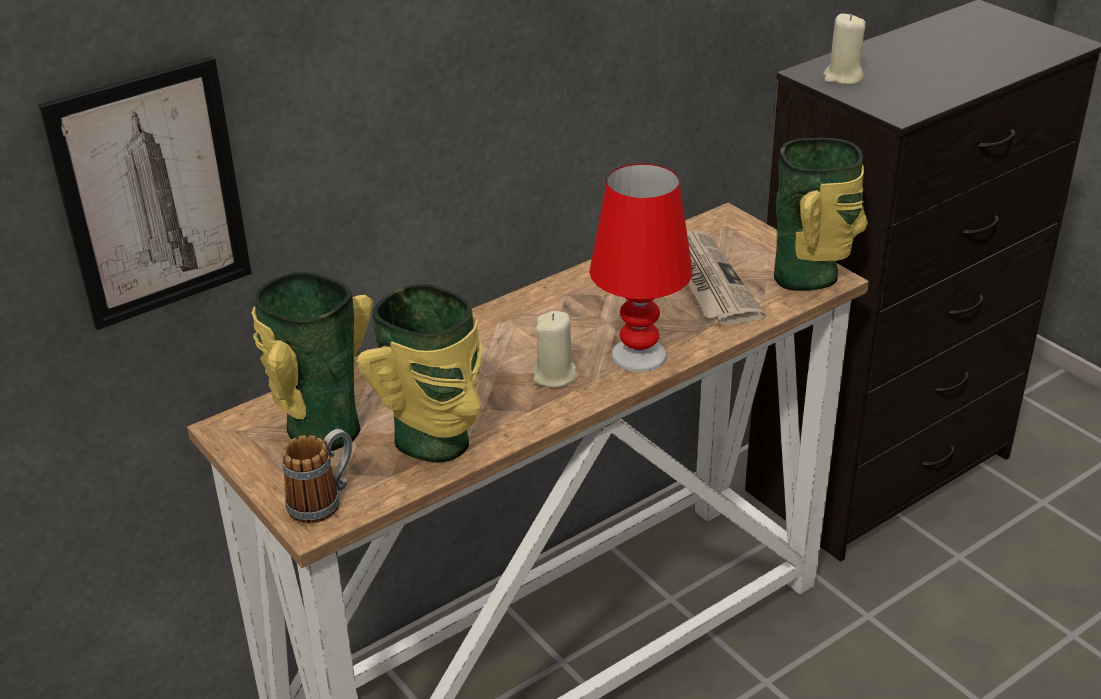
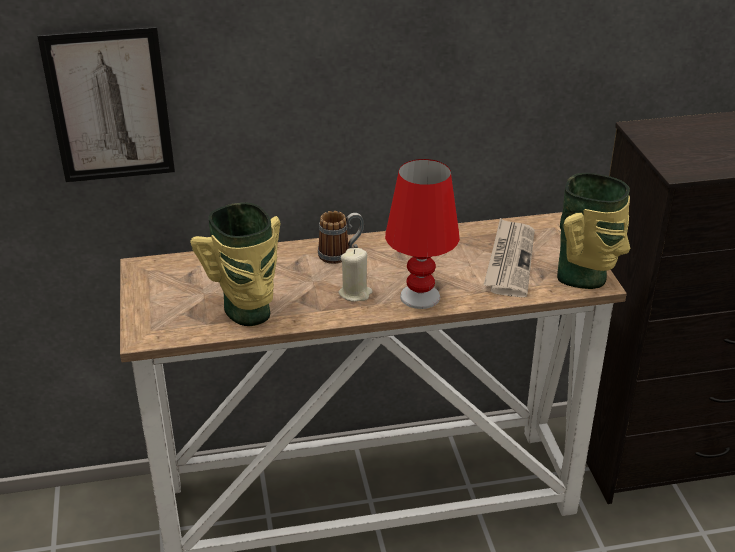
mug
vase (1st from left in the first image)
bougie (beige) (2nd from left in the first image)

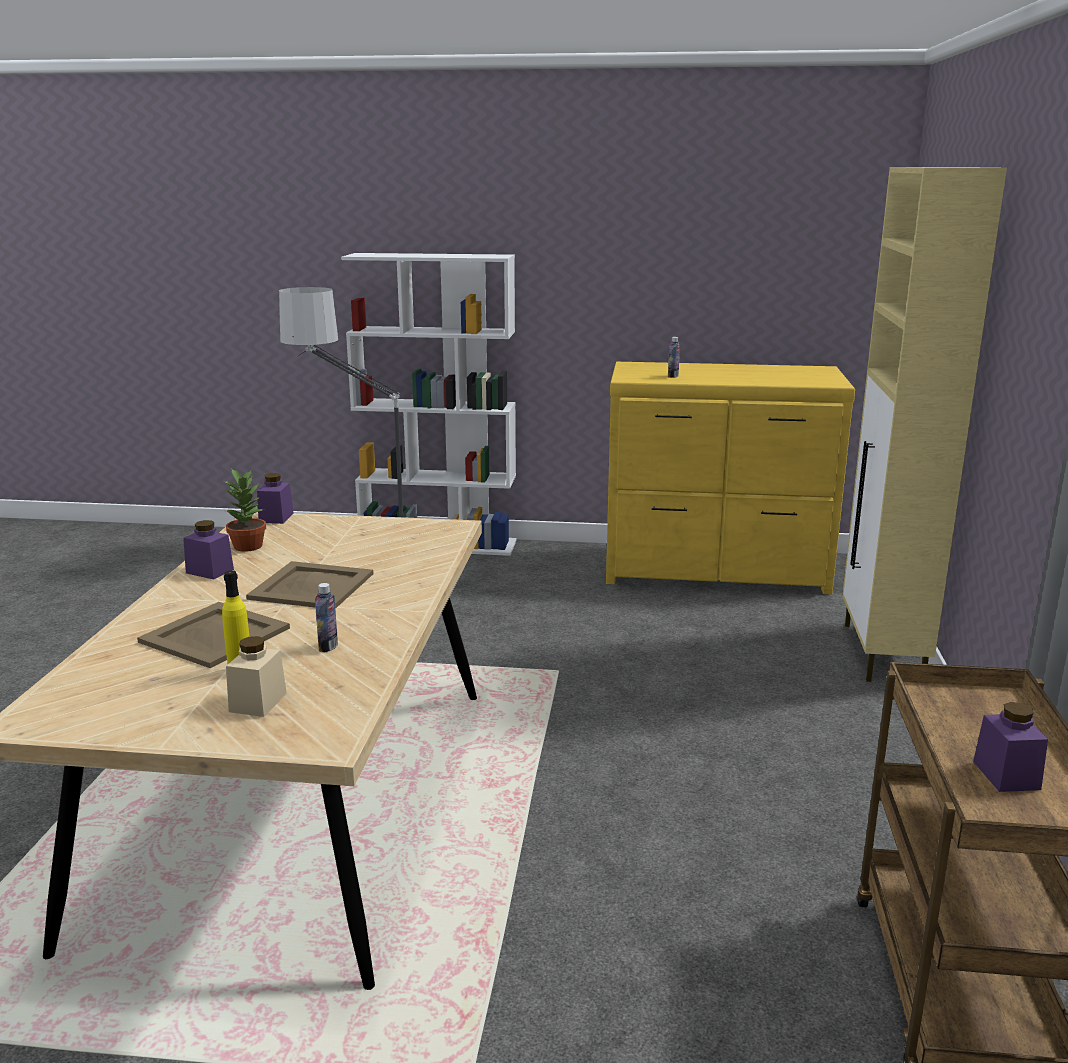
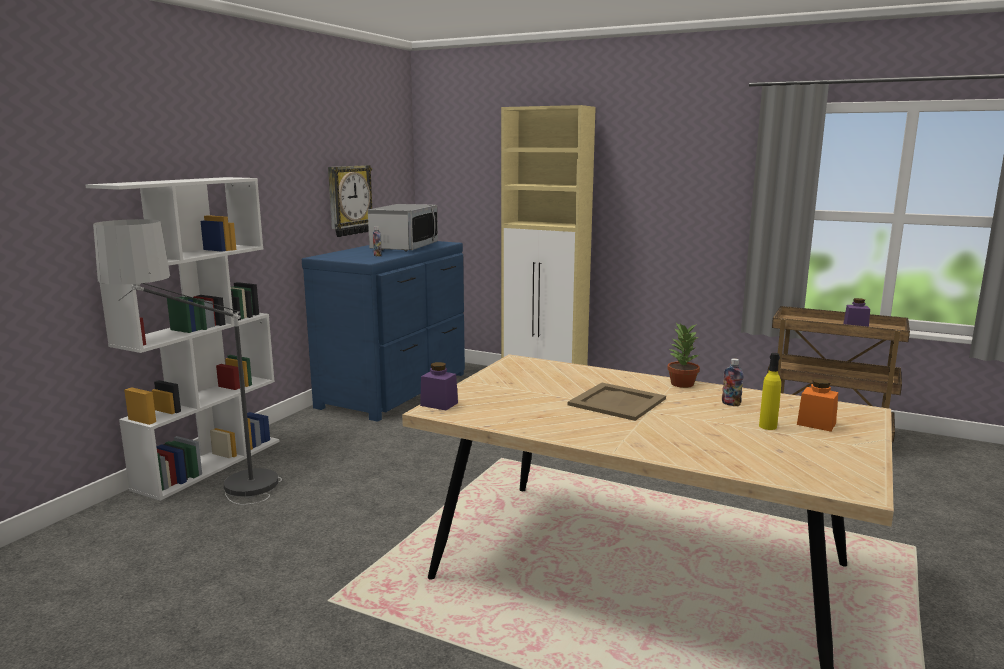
commode (bleu)
horloge murale
micro-ondes
plante en pot
bocal (orange)
plateau (beige) (1st from left in the first image)
bocal (violet) (1st from left in the first image)

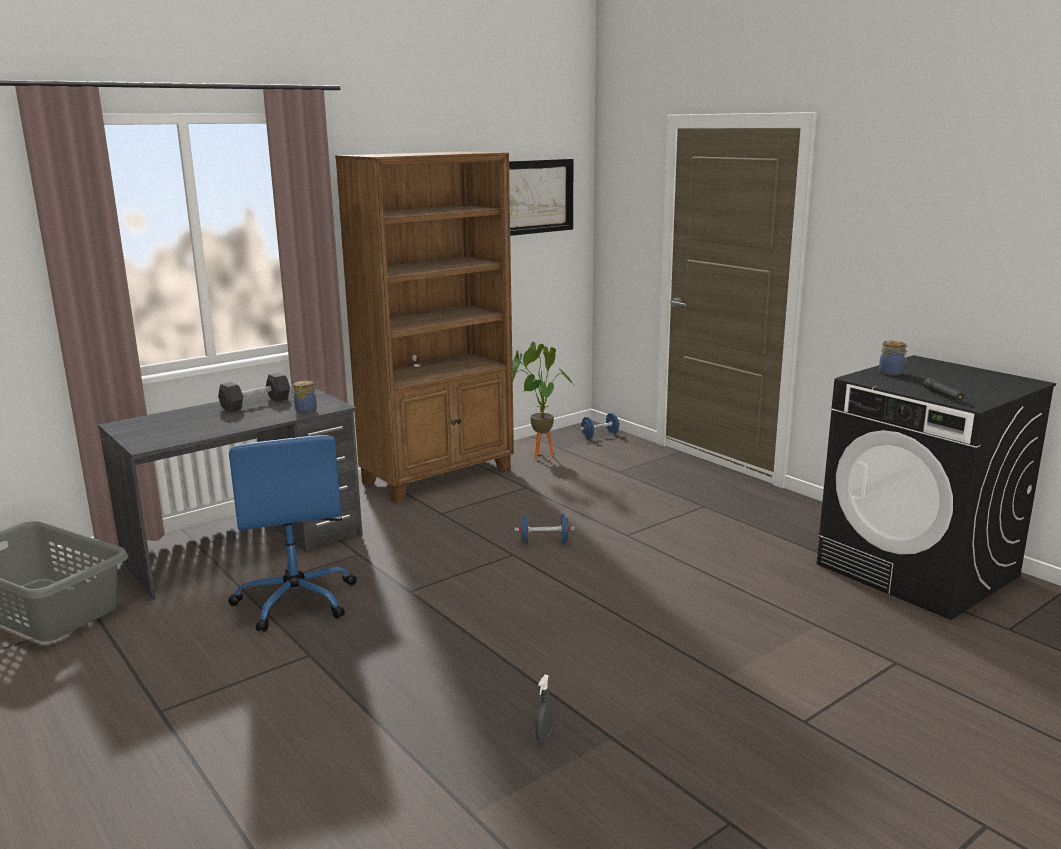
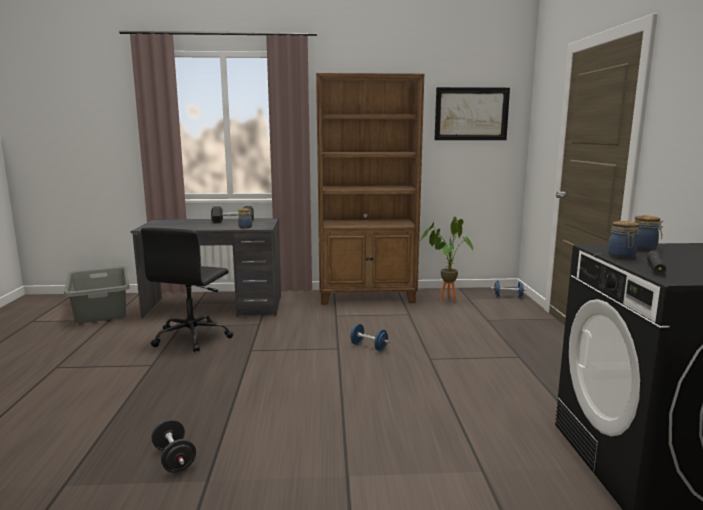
chaise de bureau (noir)
haltère (noir) (1st from left)
bocal (2nd from left)

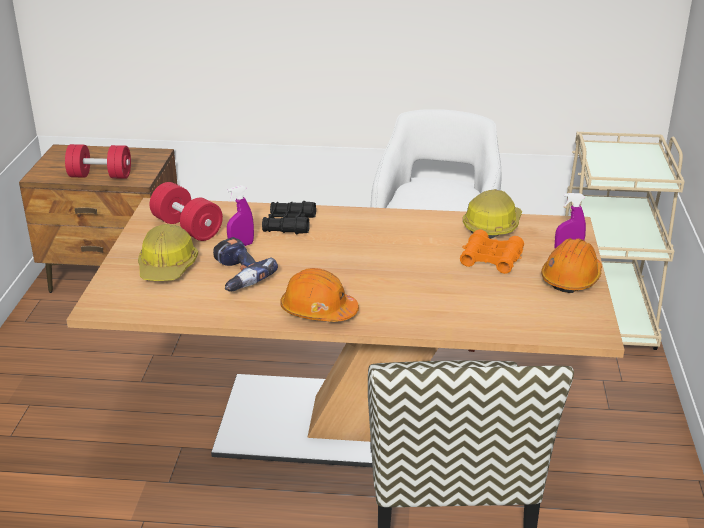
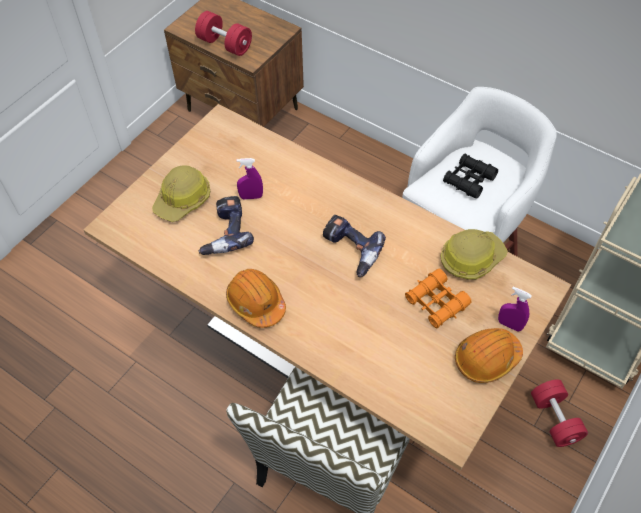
perceuse (2nd from left)
jumelles (noir)
haltère (rouge) (2nd from left)

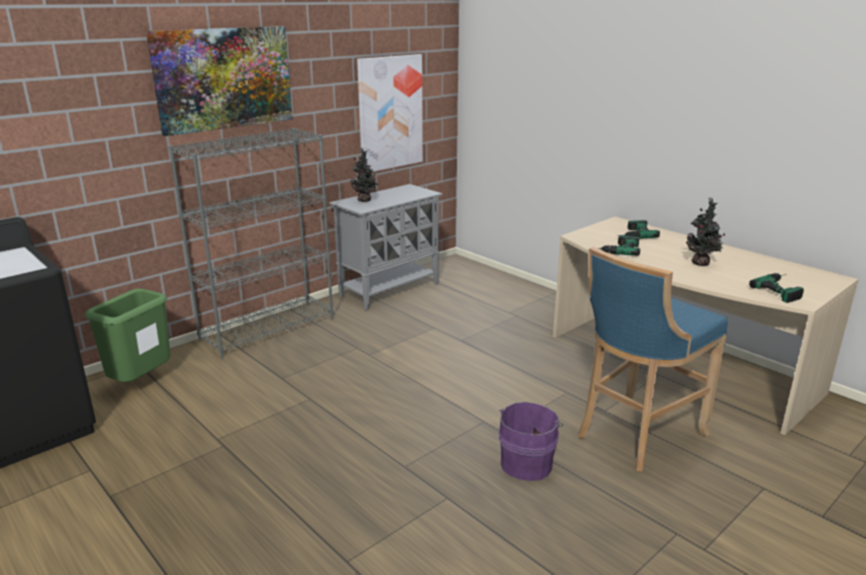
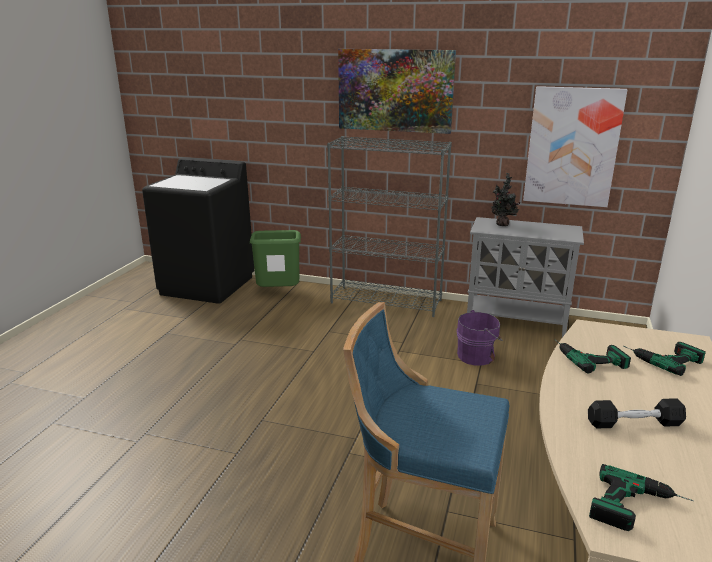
seau (violet)
haltère (noir)

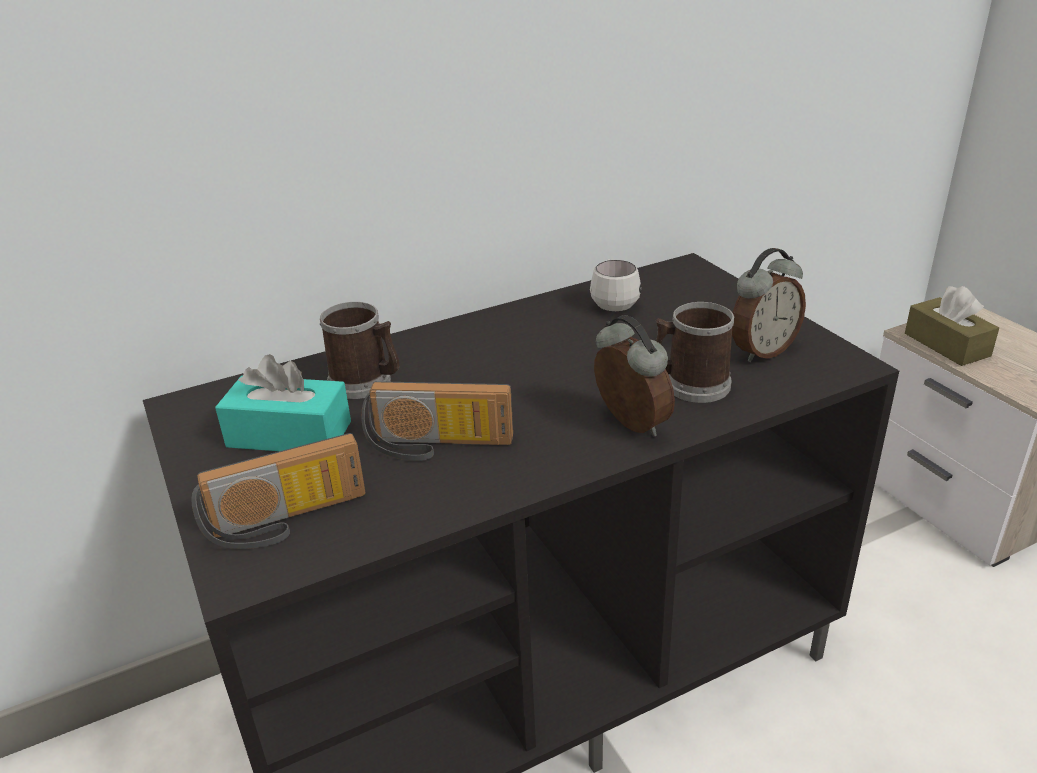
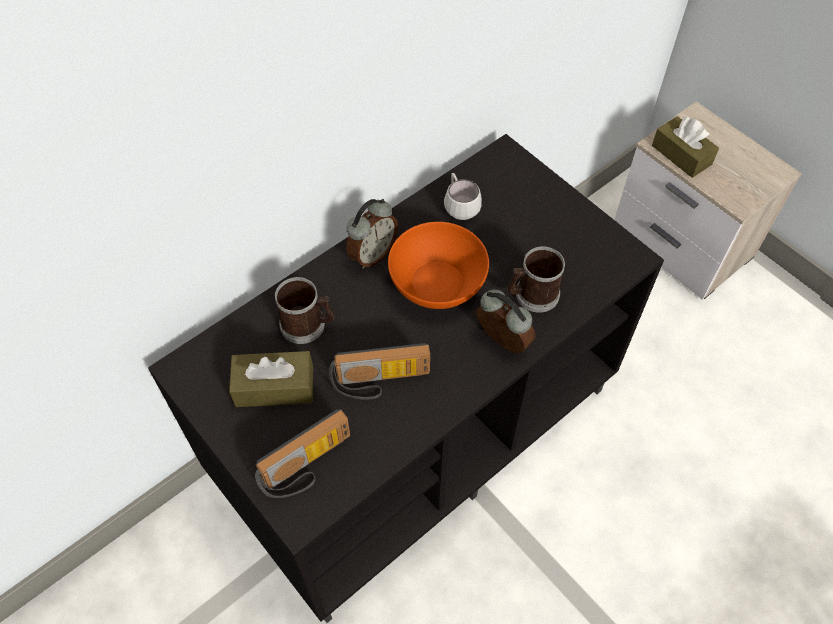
boîte à mouchoirs (marron) (1st from left)
réveil (1st from left)
bol (orange)

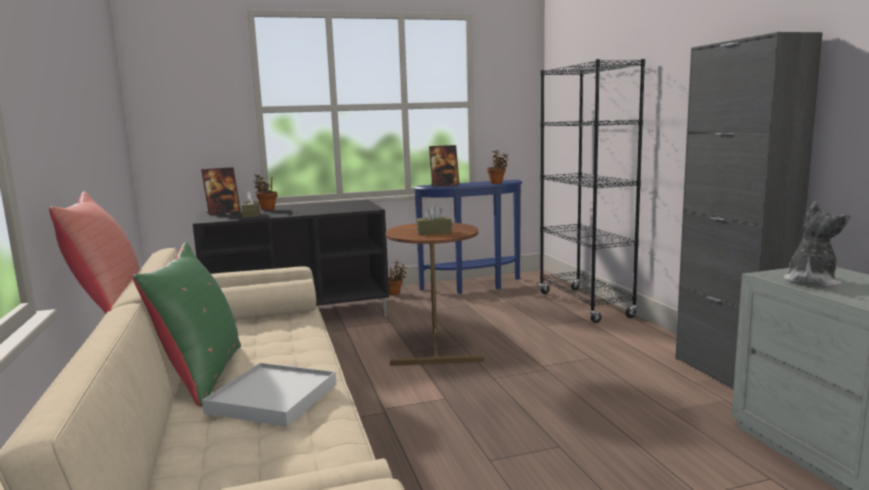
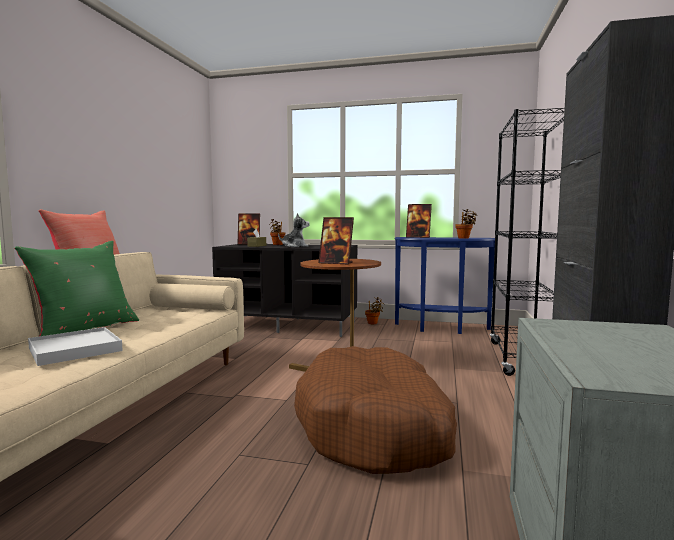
peluche
panier pour chien (marron)
cadre photo (2nd from left)

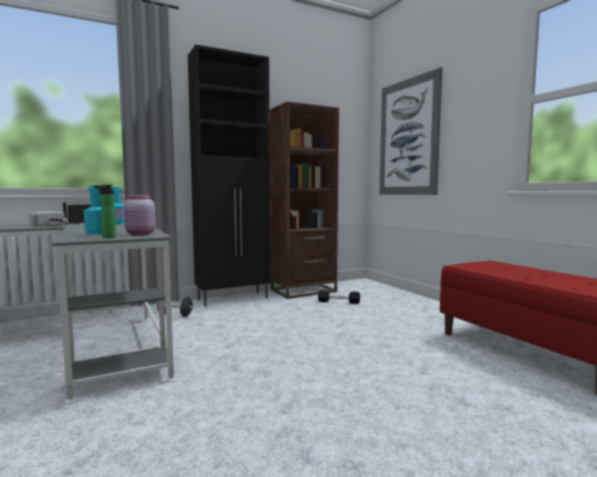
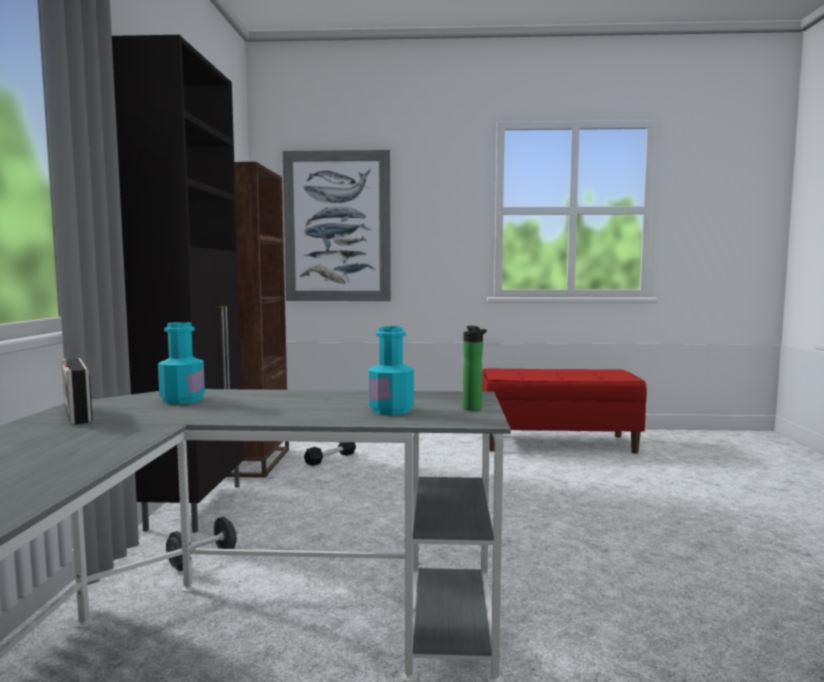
marteau
bocal (rose)

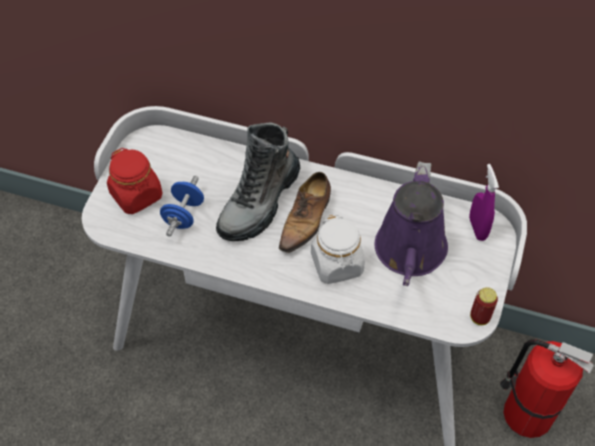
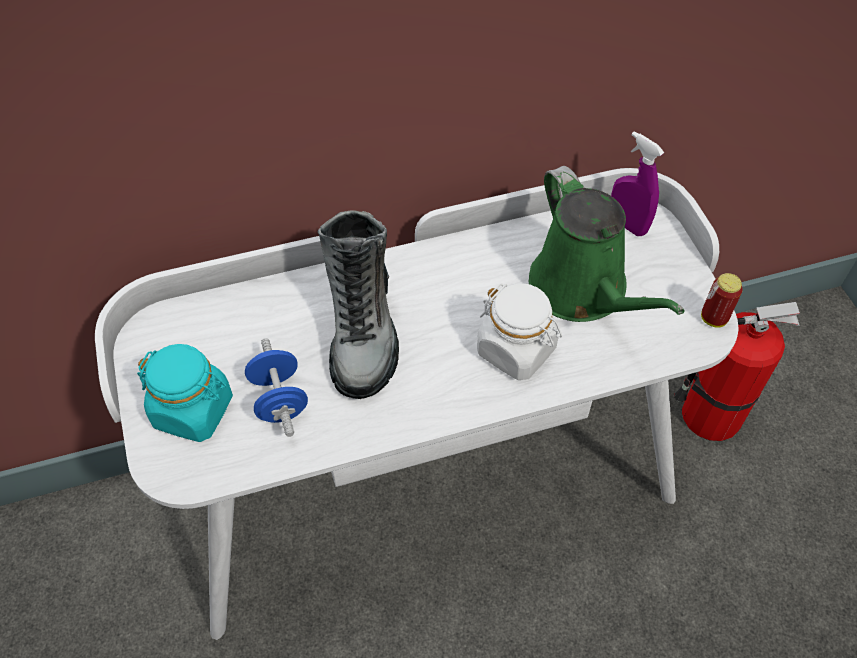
bocal (turquoise)
arrosoir (vert)
chaussure

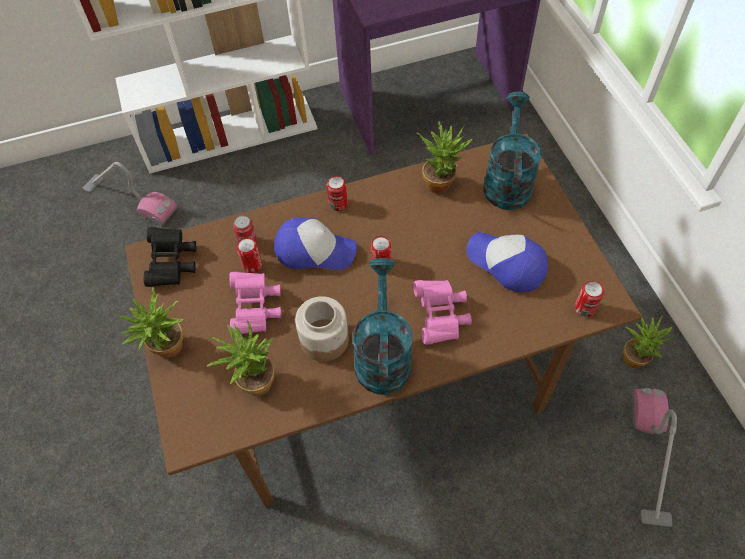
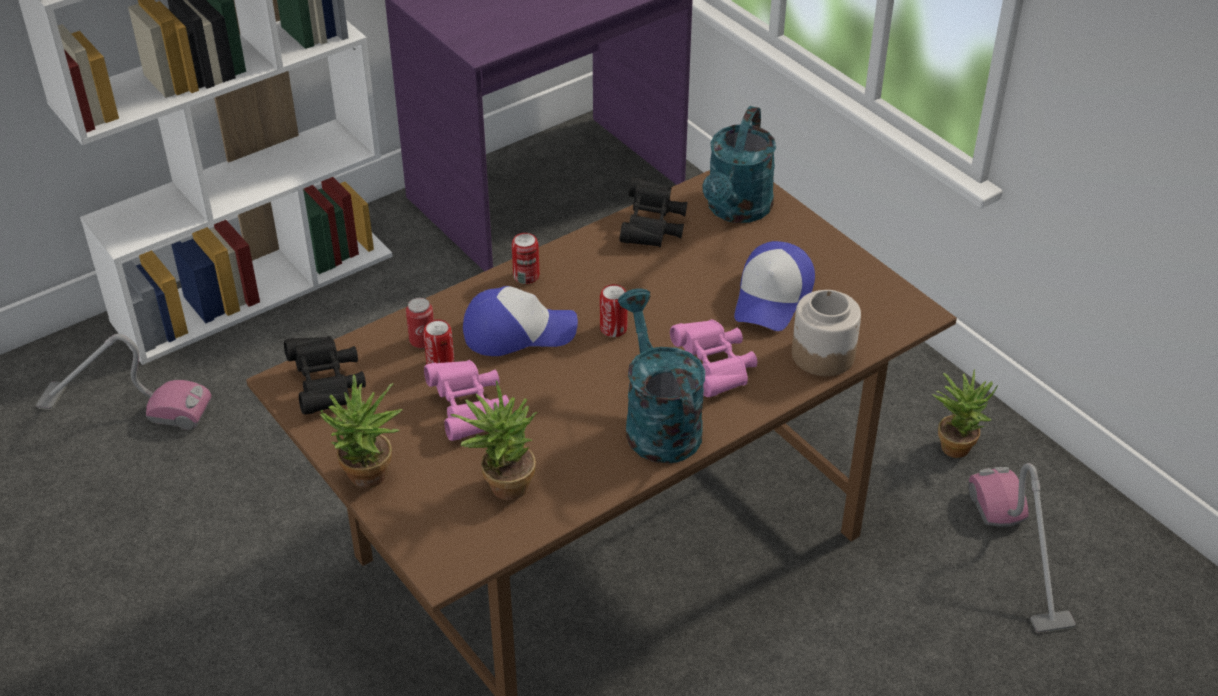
jumelles (noir) (2nd from left)
arrosoir (turquoise) (2nd from left)
casquette (2nd from left)
bocal
boîte métallique (5th from left in the first image)

